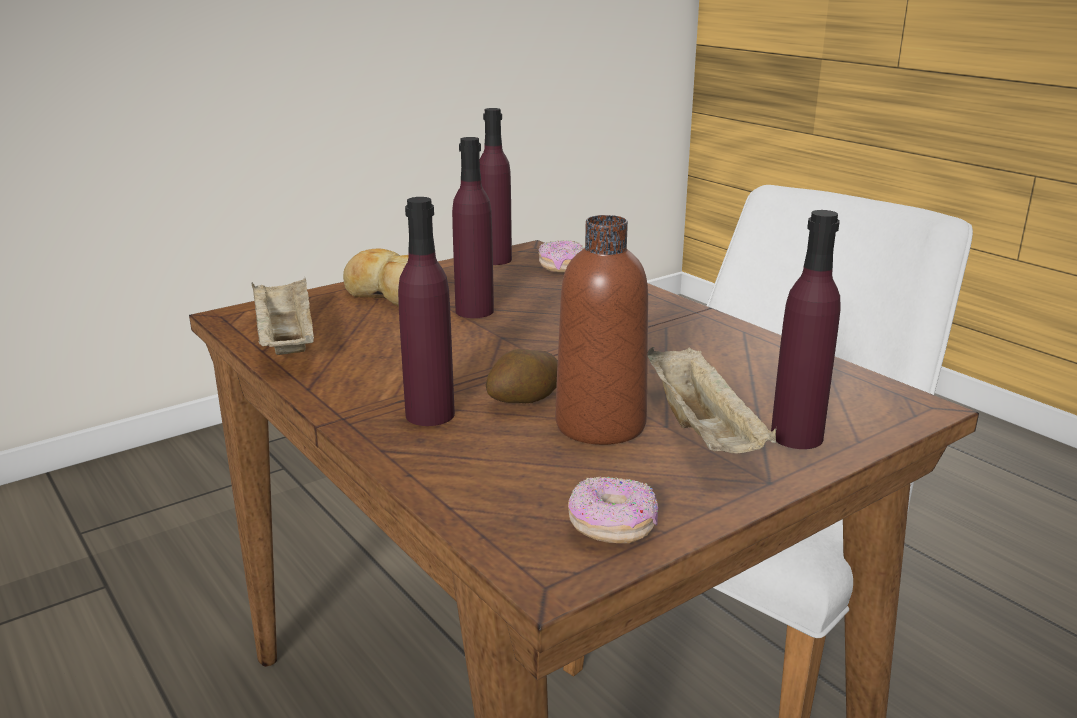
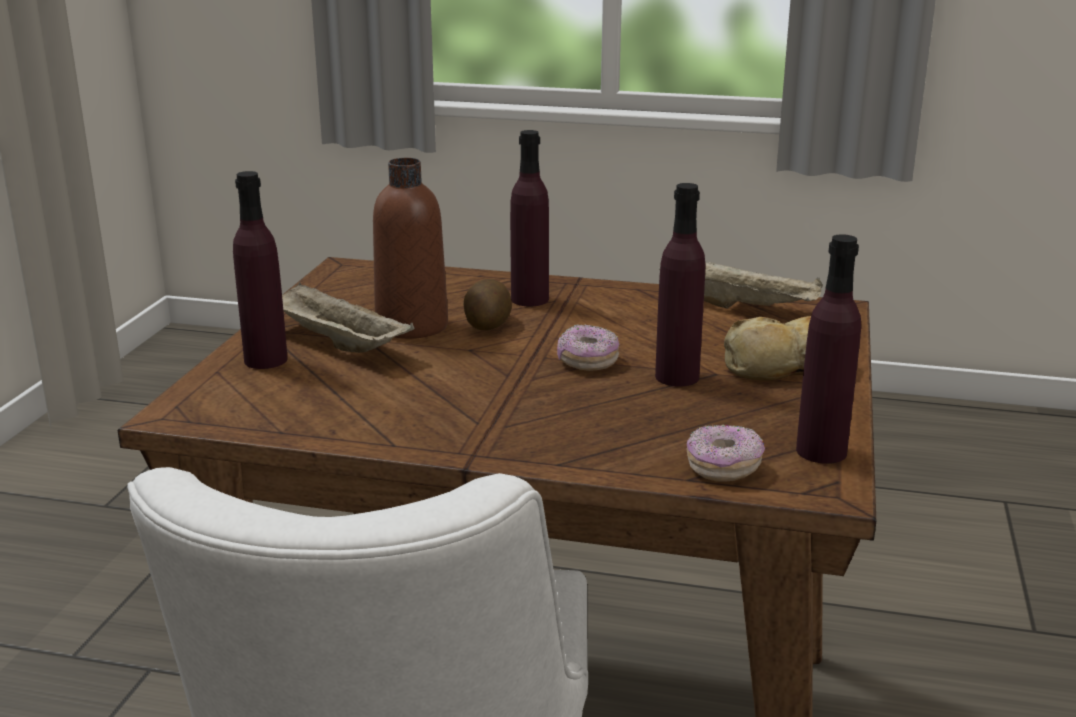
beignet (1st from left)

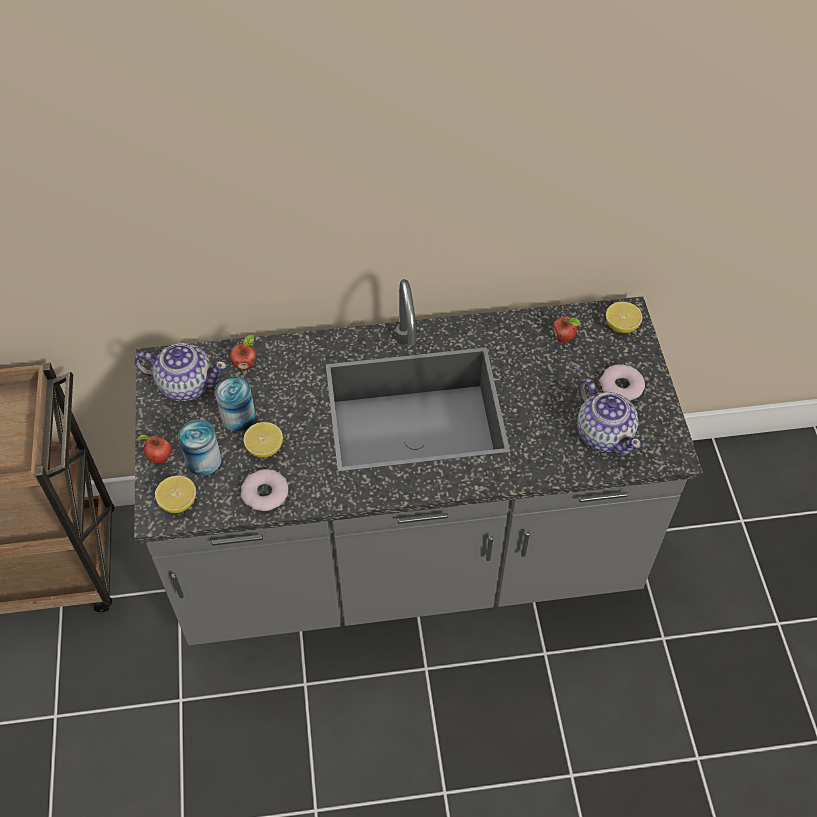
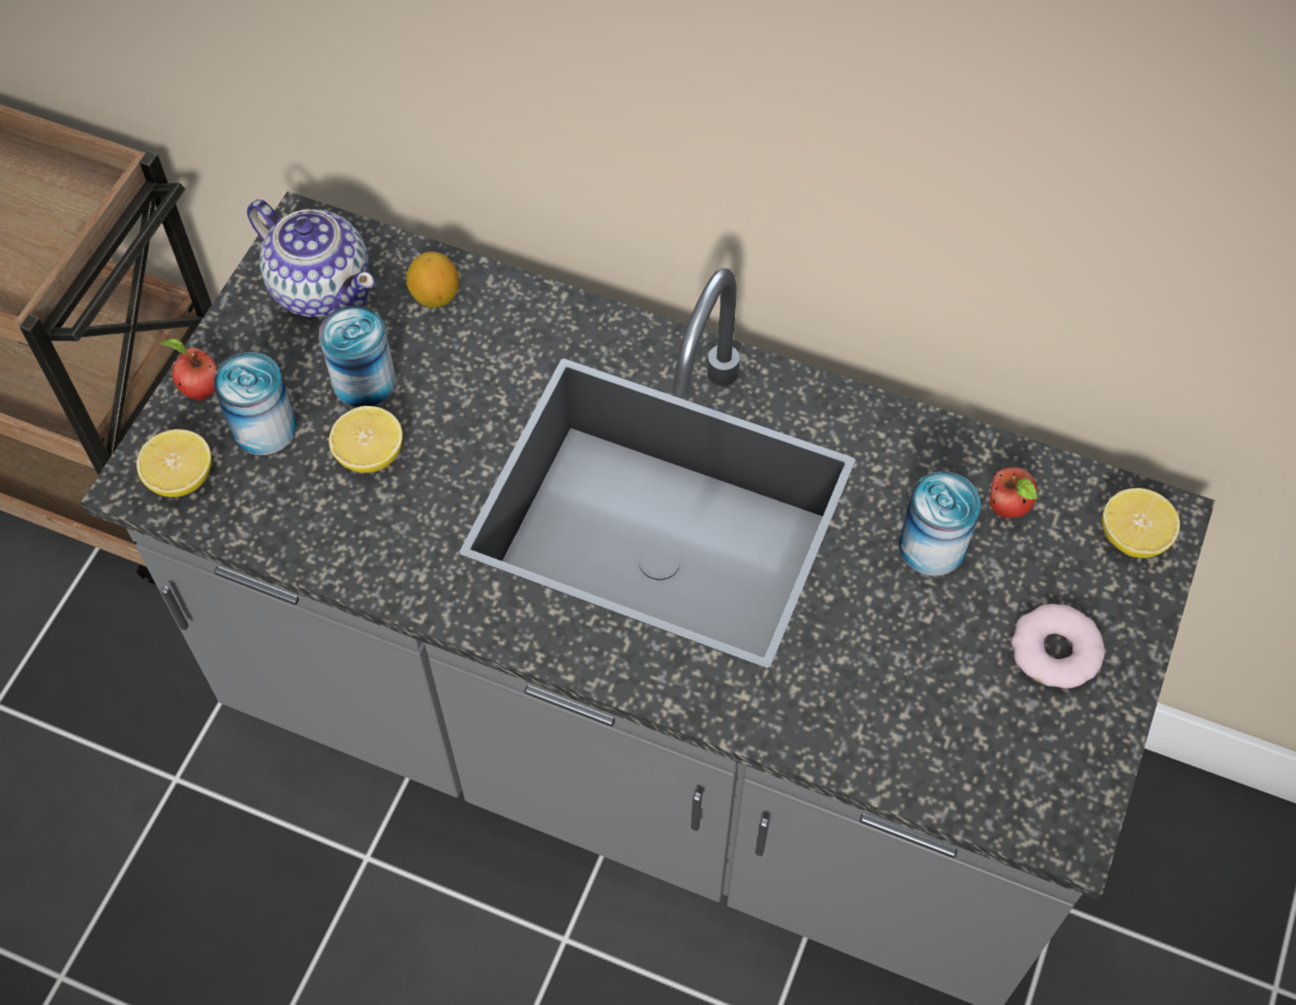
citron (3rd from left)
boîte métallique (3rd from left)
beignet (1st from left in the first image)
théière (2nd from left in the first image)

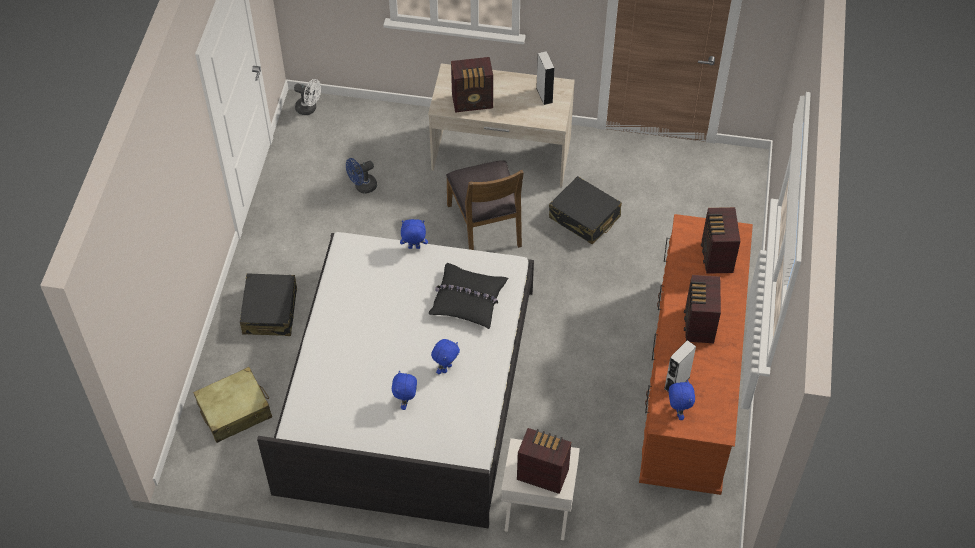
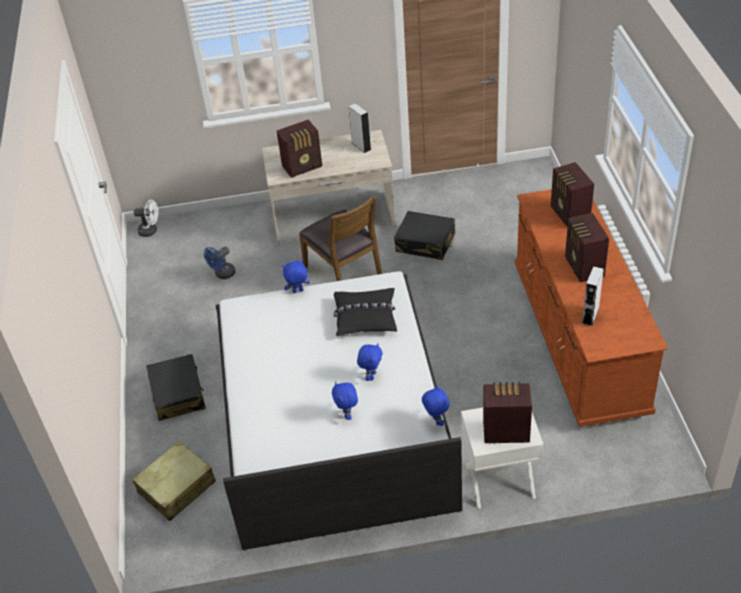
peluche (bleu) (4th from left)

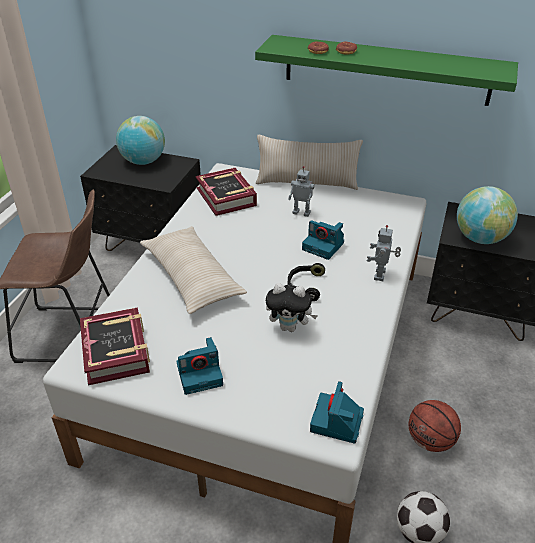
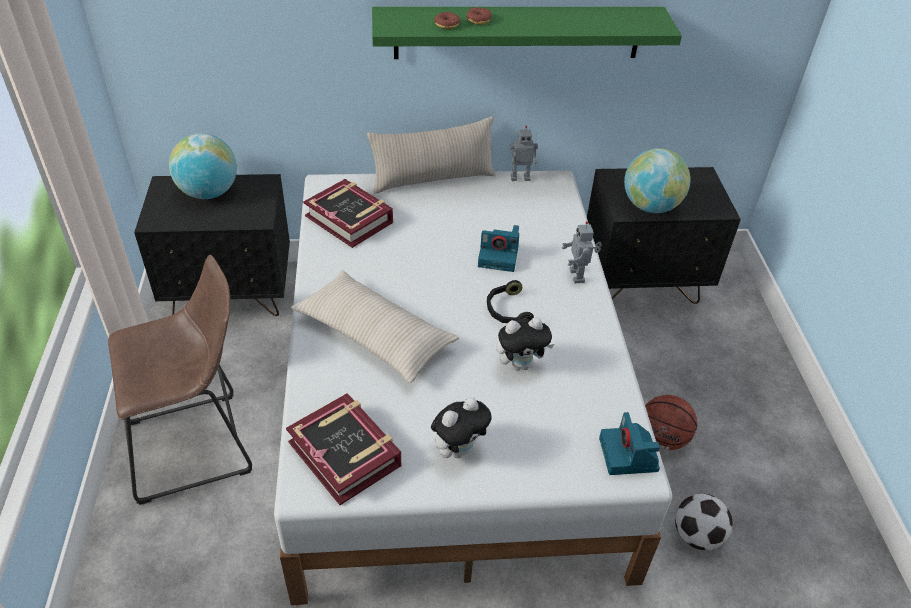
peluche (1st from left)
robot jouet (1st from left)

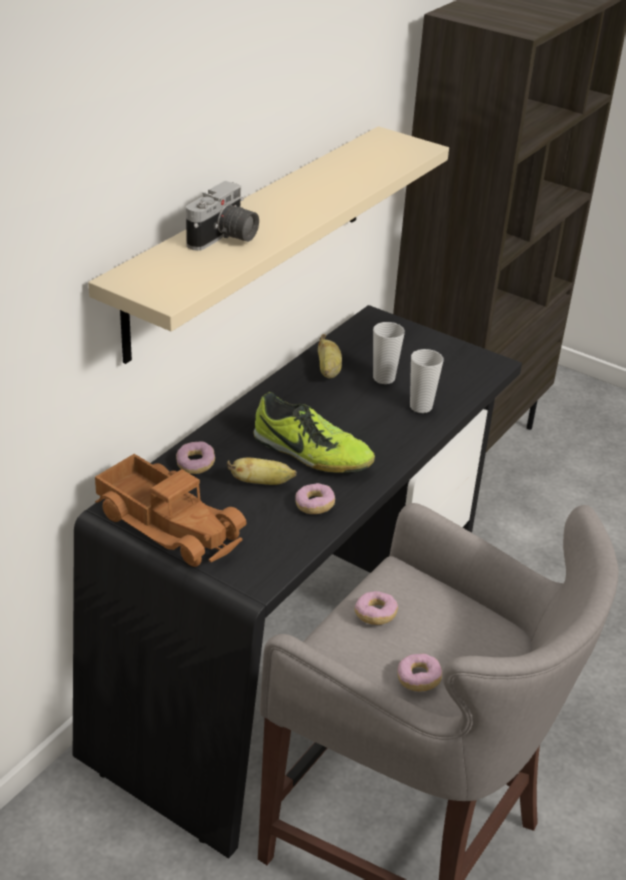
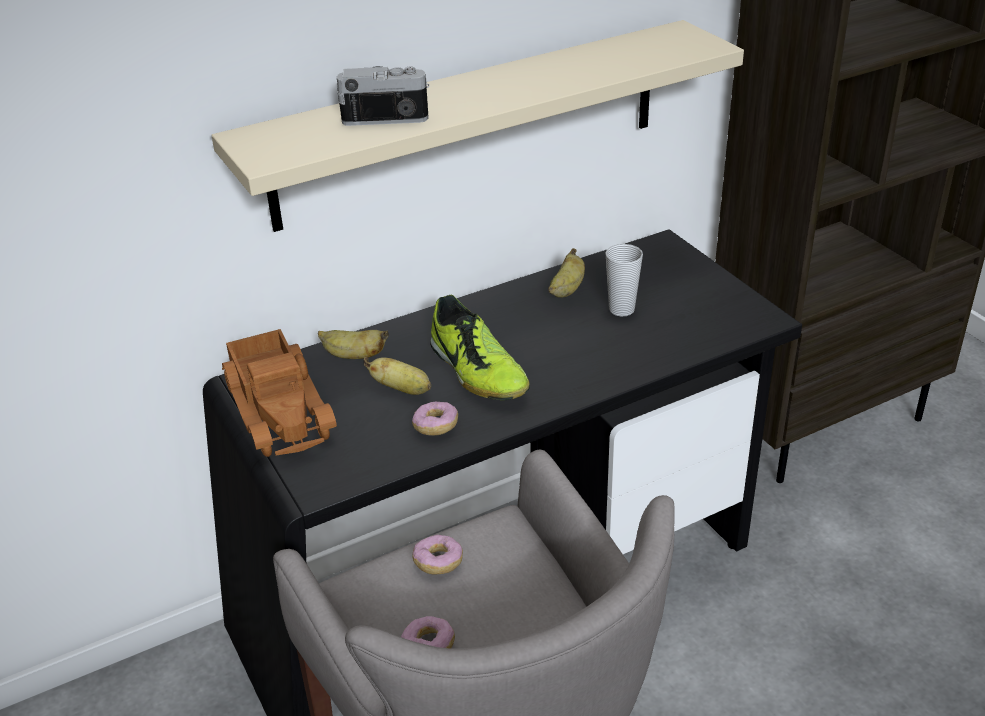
banane (1st from left)
appareil photo
tasse (2nd from left in the first image)

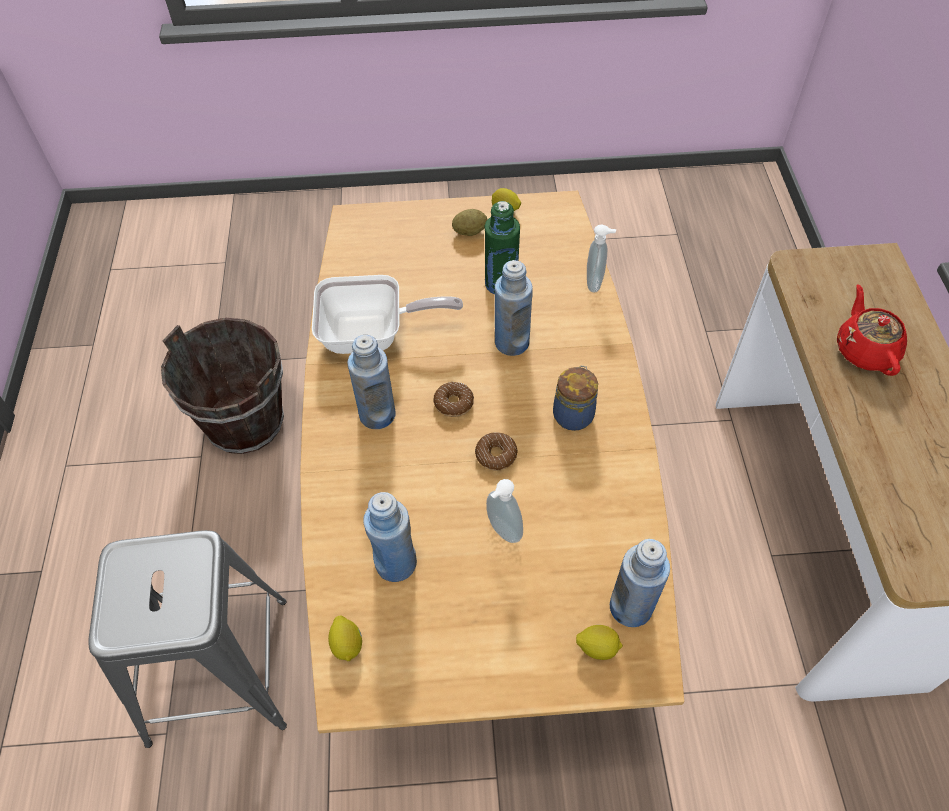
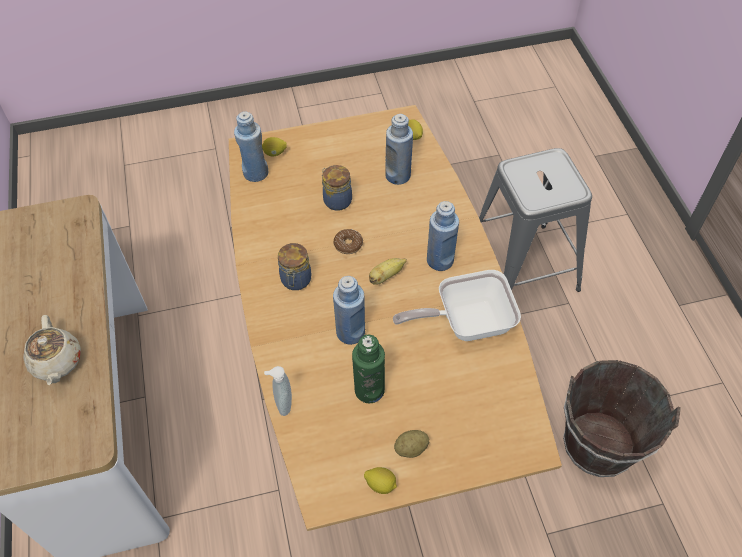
théière (beige)
bocal (2nd from left)
banane

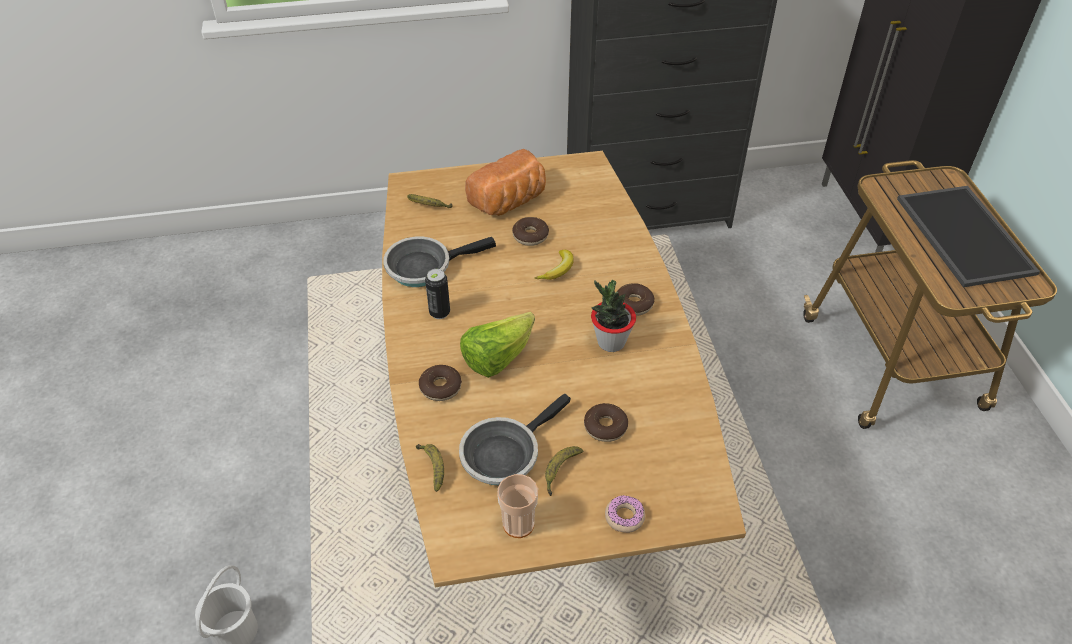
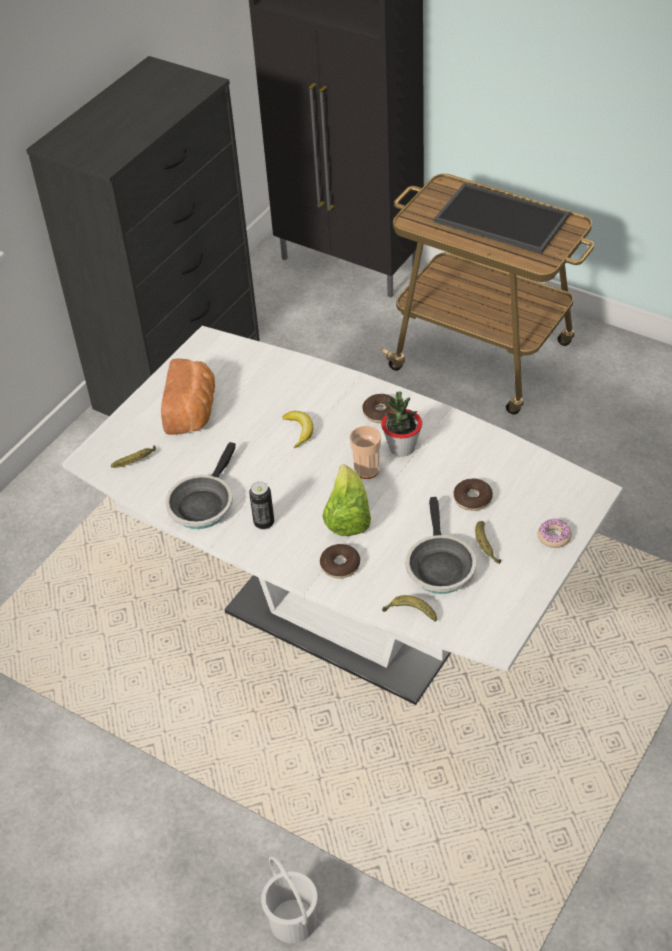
table à manger (blanc)
tasse
beignet (2nd from left in the first image)

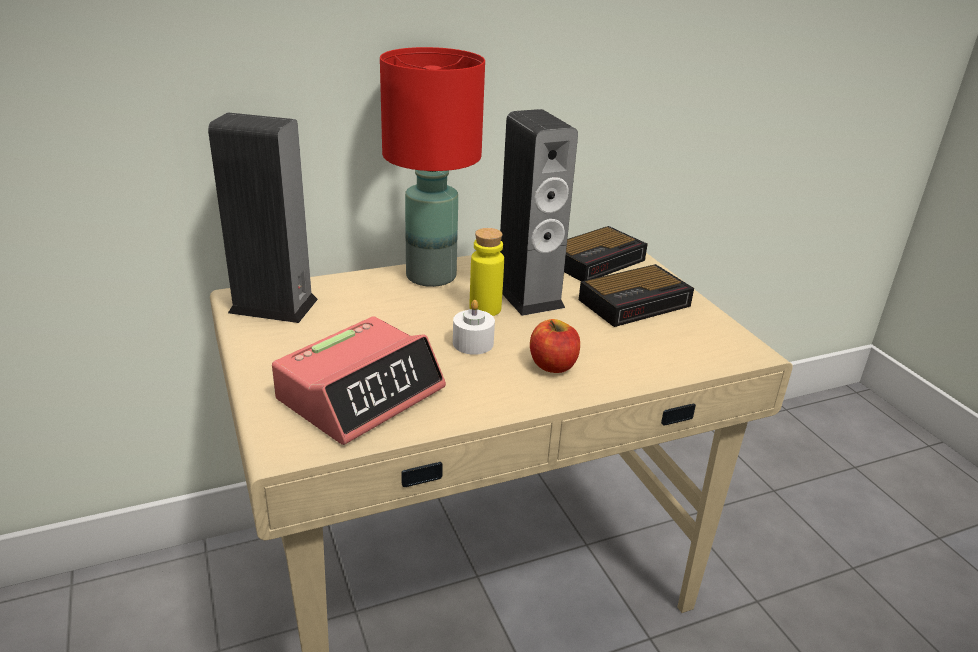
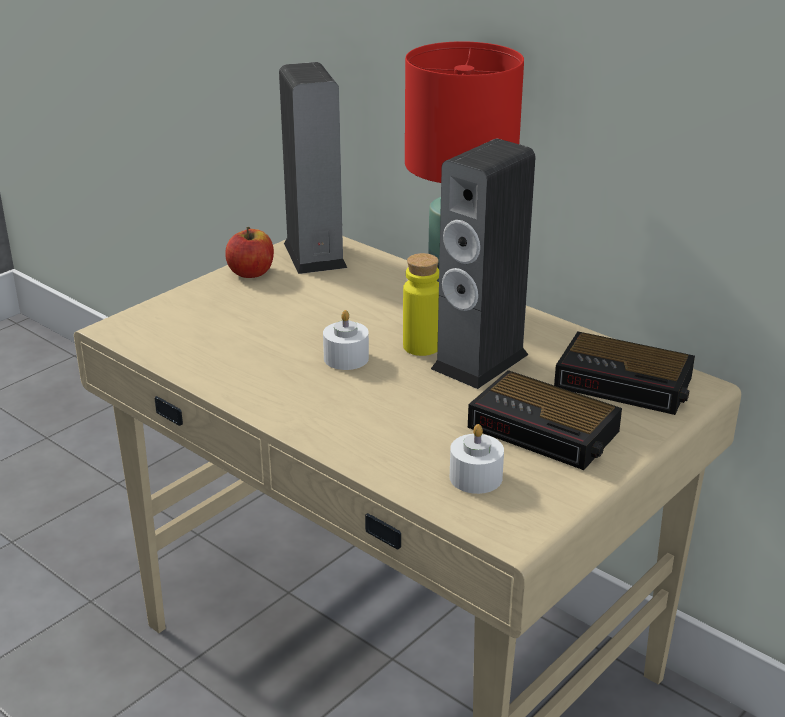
pomme
bougie (blanc) (2nd from left)
réveil (1st from left in the first image)

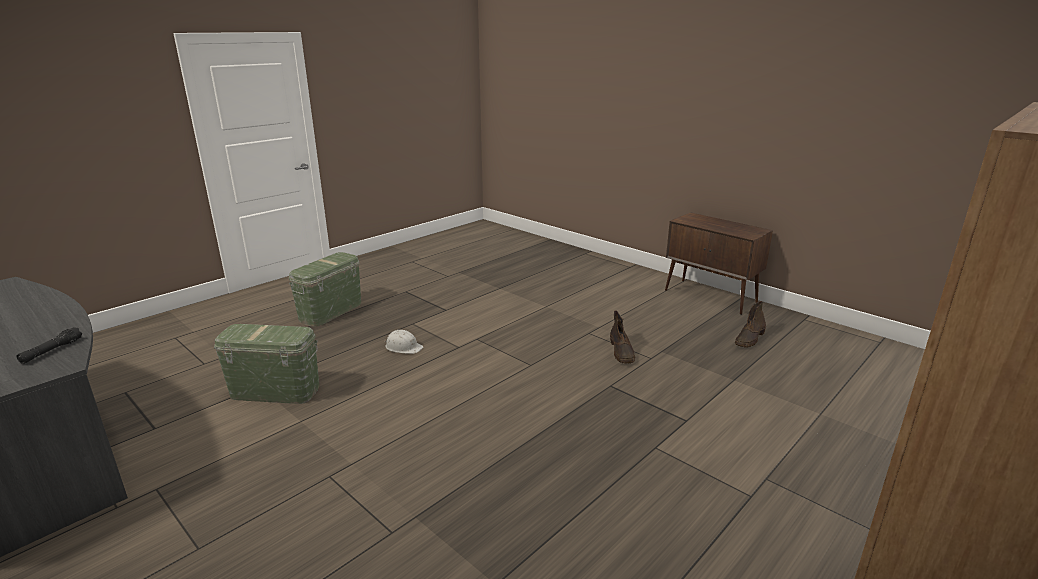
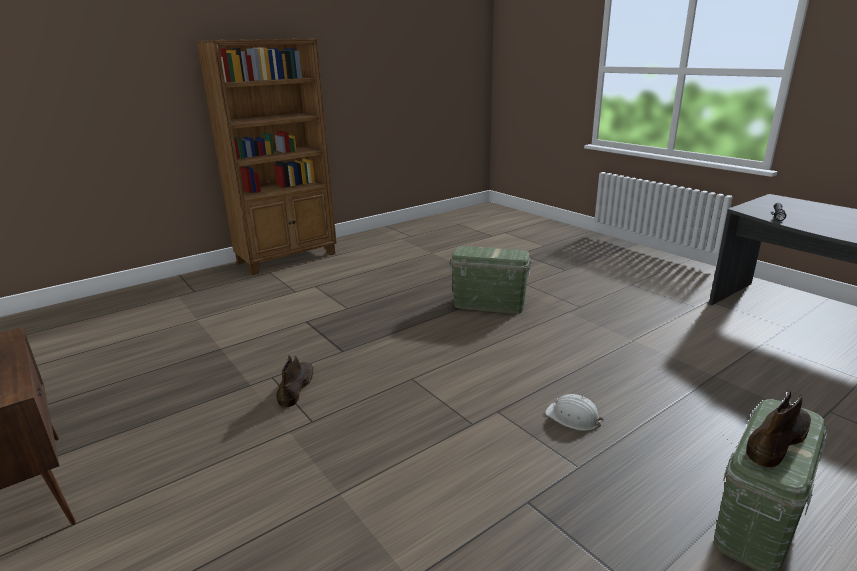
boîte de rangement (vert) (1st from left)
botte (marron) (2nd from left)

